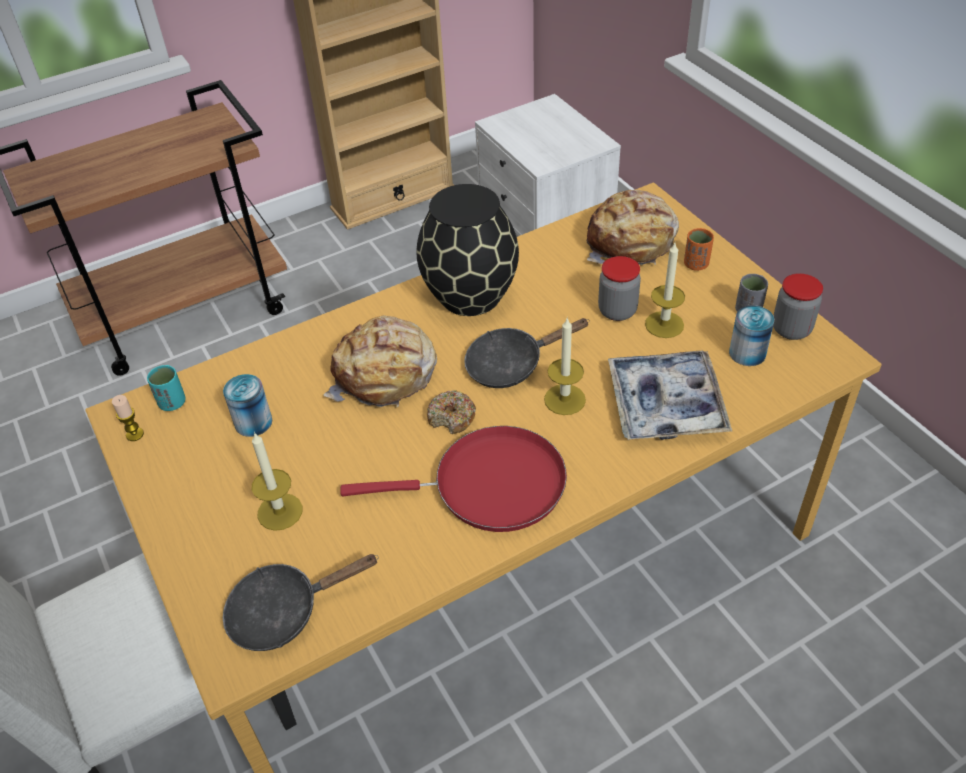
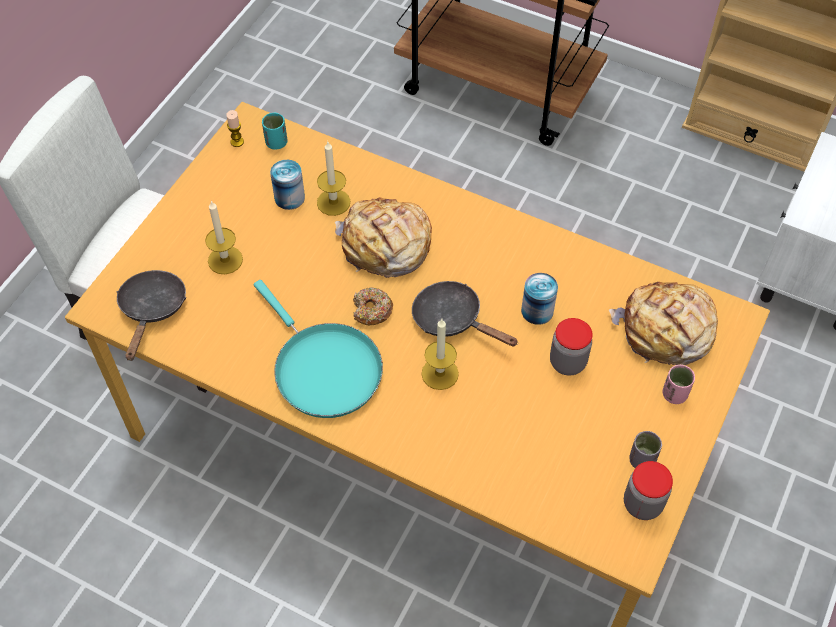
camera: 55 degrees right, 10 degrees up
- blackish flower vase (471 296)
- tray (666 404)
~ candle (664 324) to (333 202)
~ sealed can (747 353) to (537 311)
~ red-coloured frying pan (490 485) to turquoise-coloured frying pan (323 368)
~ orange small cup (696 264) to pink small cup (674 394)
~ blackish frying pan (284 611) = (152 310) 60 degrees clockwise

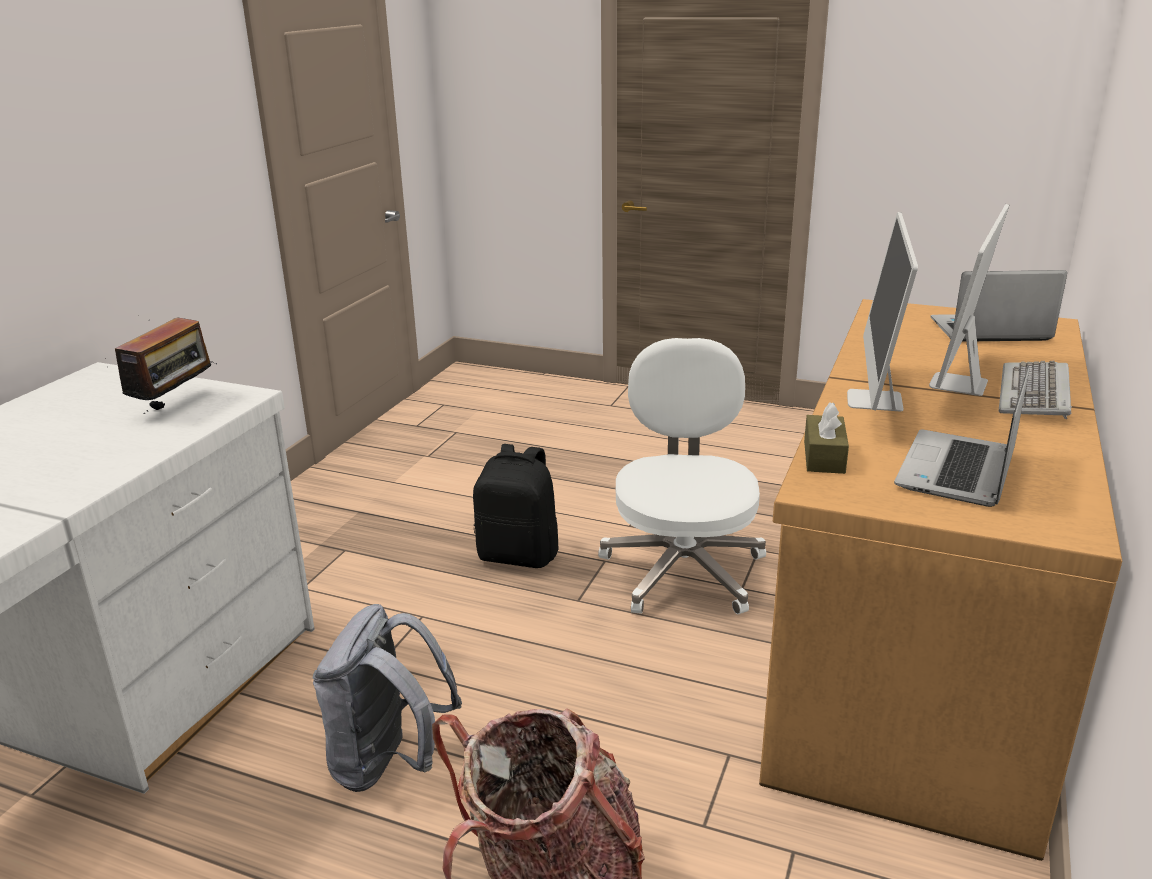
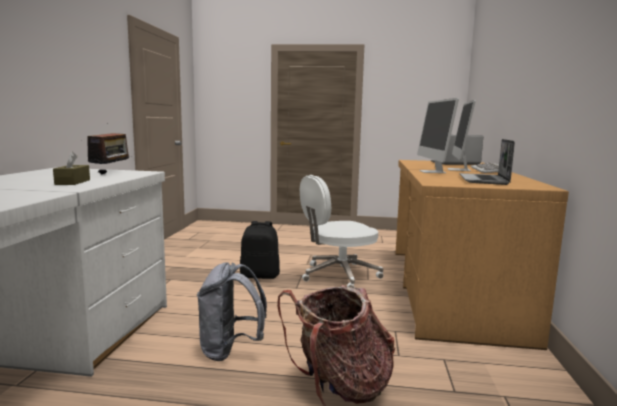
camera: 15 degrees left, 15 degrees down
~ brownish tissue holder (824 457) to (72 182)
~ white-coloured desk chair (683 569) = (338 275) 105 degrees counterclockwise

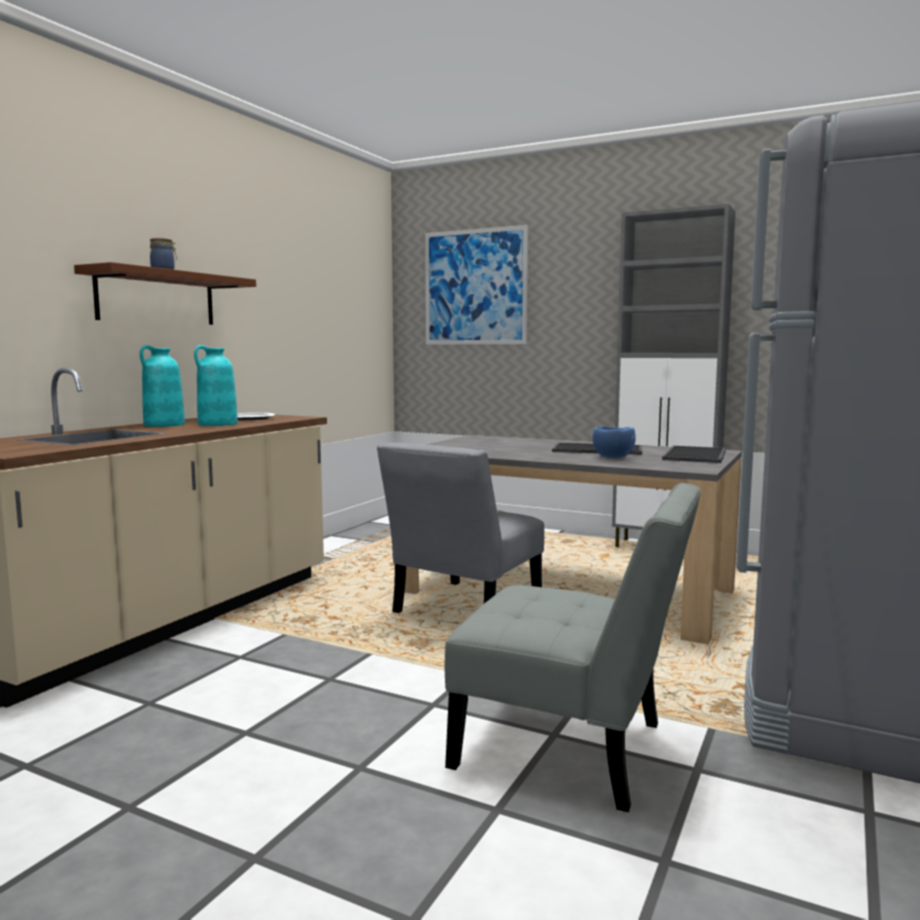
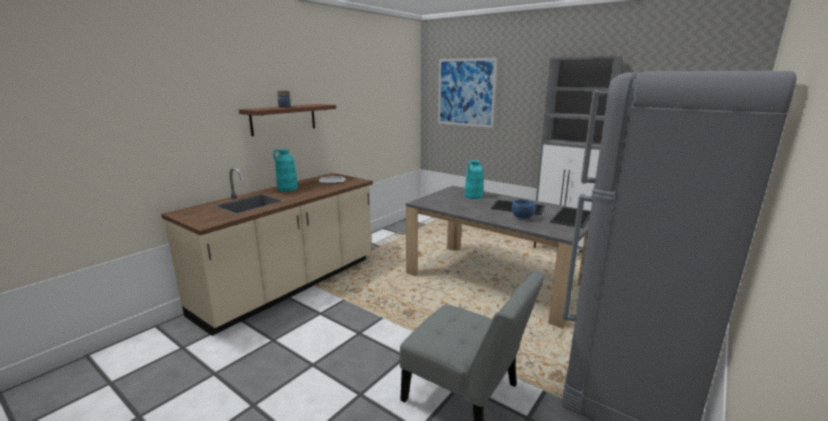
camera: 10 degrees right, 10 degrees up
- greyish upright chair (463 609)
~ turquoise-coloured flower vase (217 424) to (473 196)

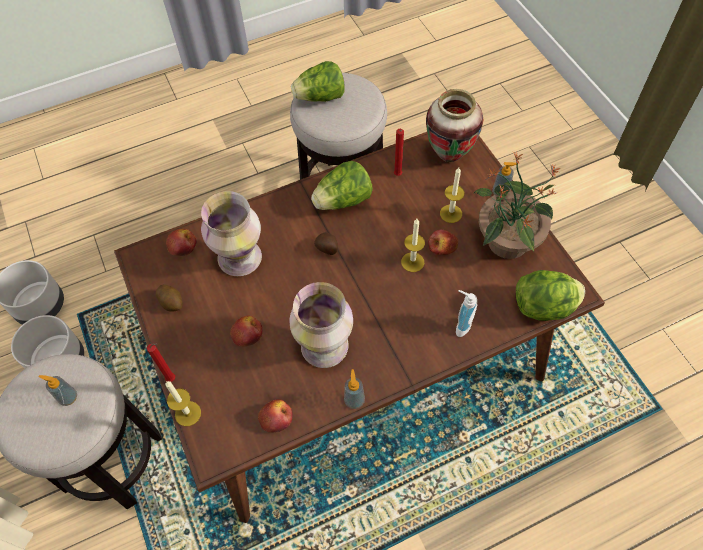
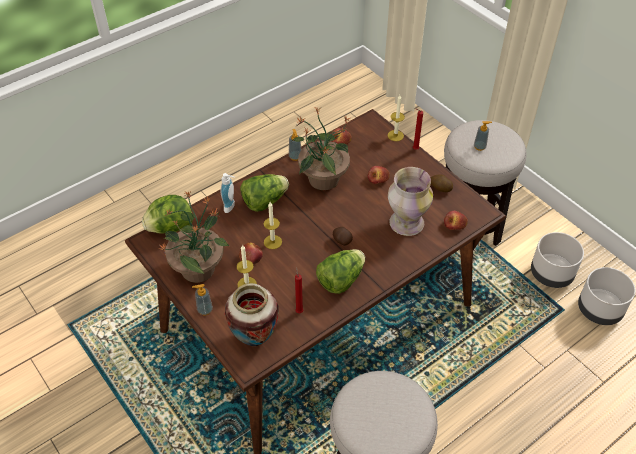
camera: 165 degrees right, 10 degrees down
~ lettuce (320 97) to (264 201)
~ flower vase (324 347) to potted plant (322 180)

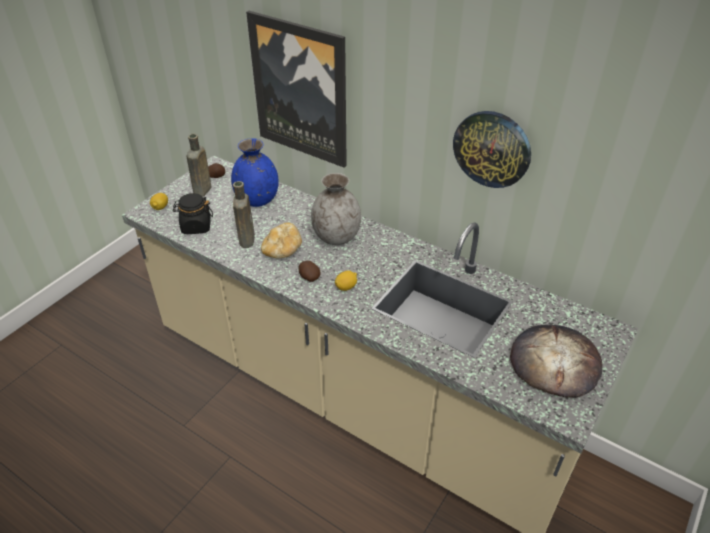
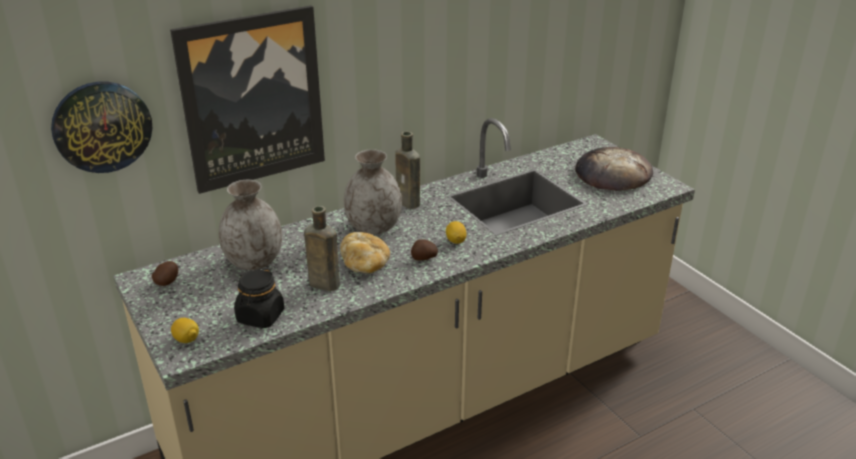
camera: 65 degrees left, 10 degrees down
~ brownish beverage bottle (202 191) to (409 203)
~ clock on the wall (492 149) to (102 126)
~ bluish flower vase (257 200) to greyish flower vase (253 262)

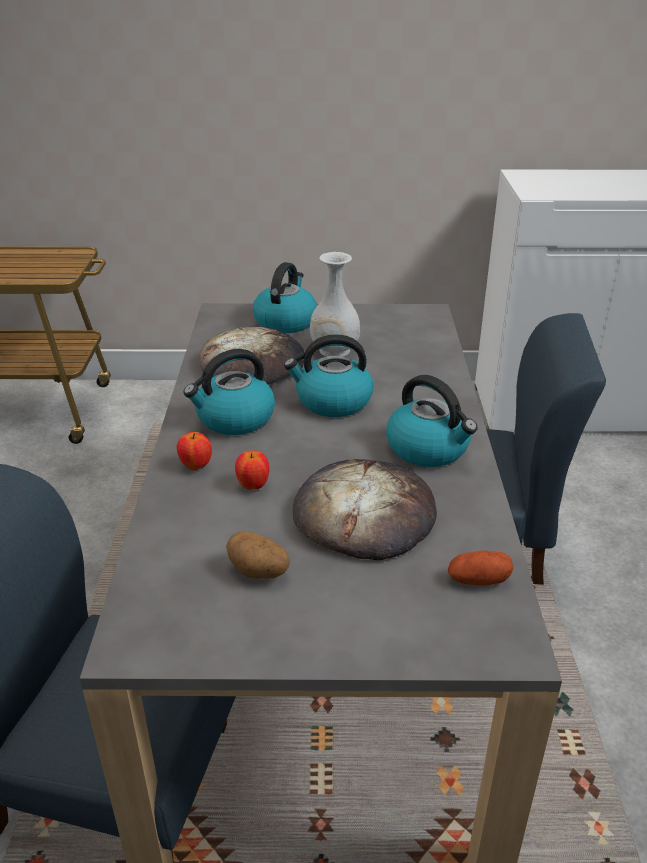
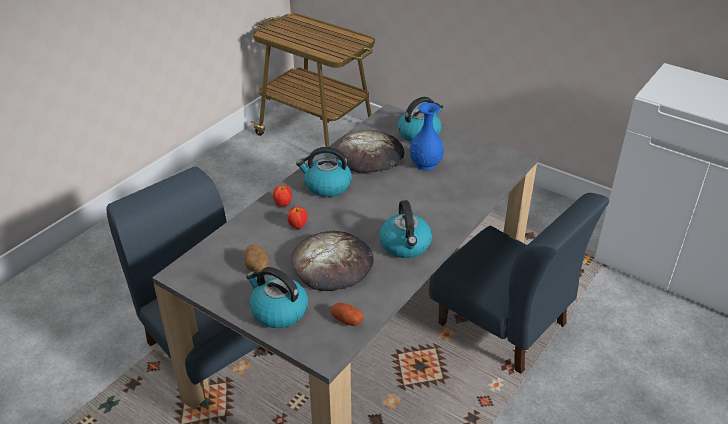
camera: 35 degrees right, 5 degrees up
~ water kettle (332 402) to (278 311)
~ white-coloured flower vase (334 350) to bluish flower vase (425 164)

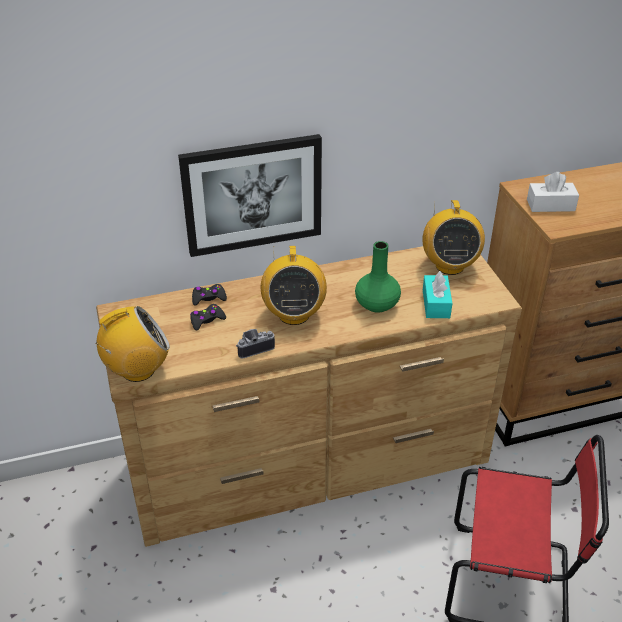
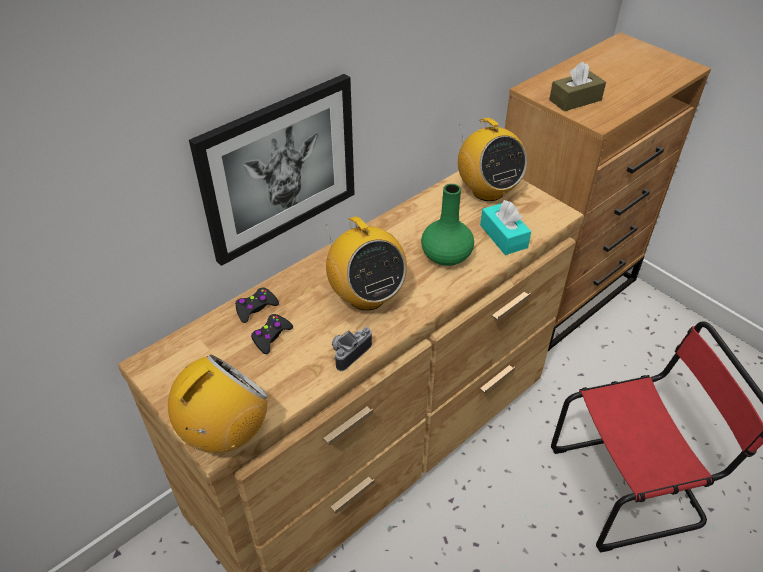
camera: 25 degrees left, 5 degrees up
~ white-coloured tissue holder (550 205) to brownish tissue holder (575 100)

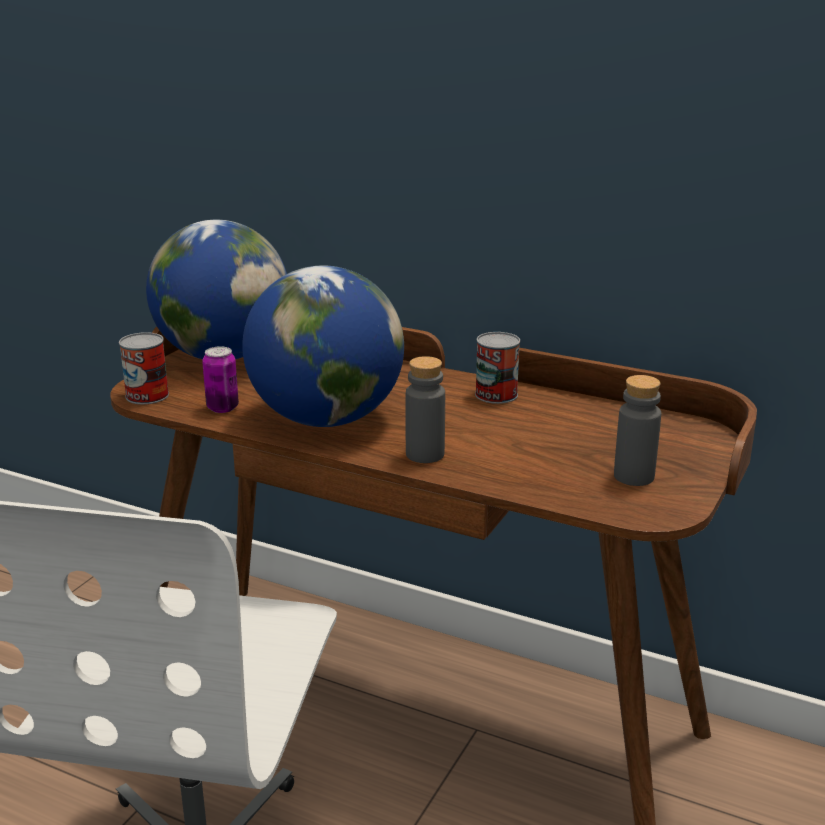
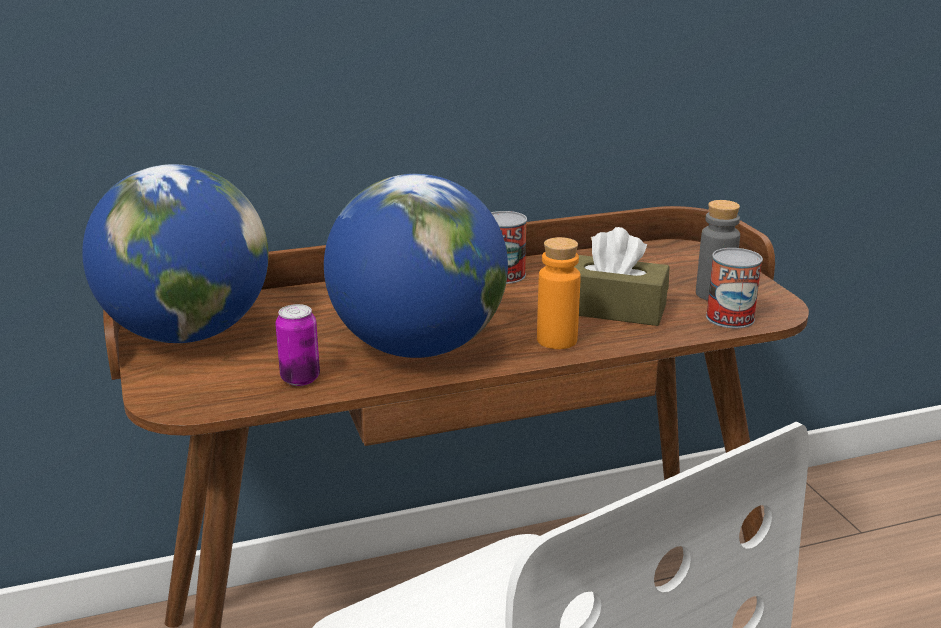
camera: 45 degrees left, 0 degrees up
+ brownish tissue holder (612 309)
~ sealed can (147 395) to (730 318)
~ greyish beverage bottle (425 454) to orange beverage bottle (557 340)

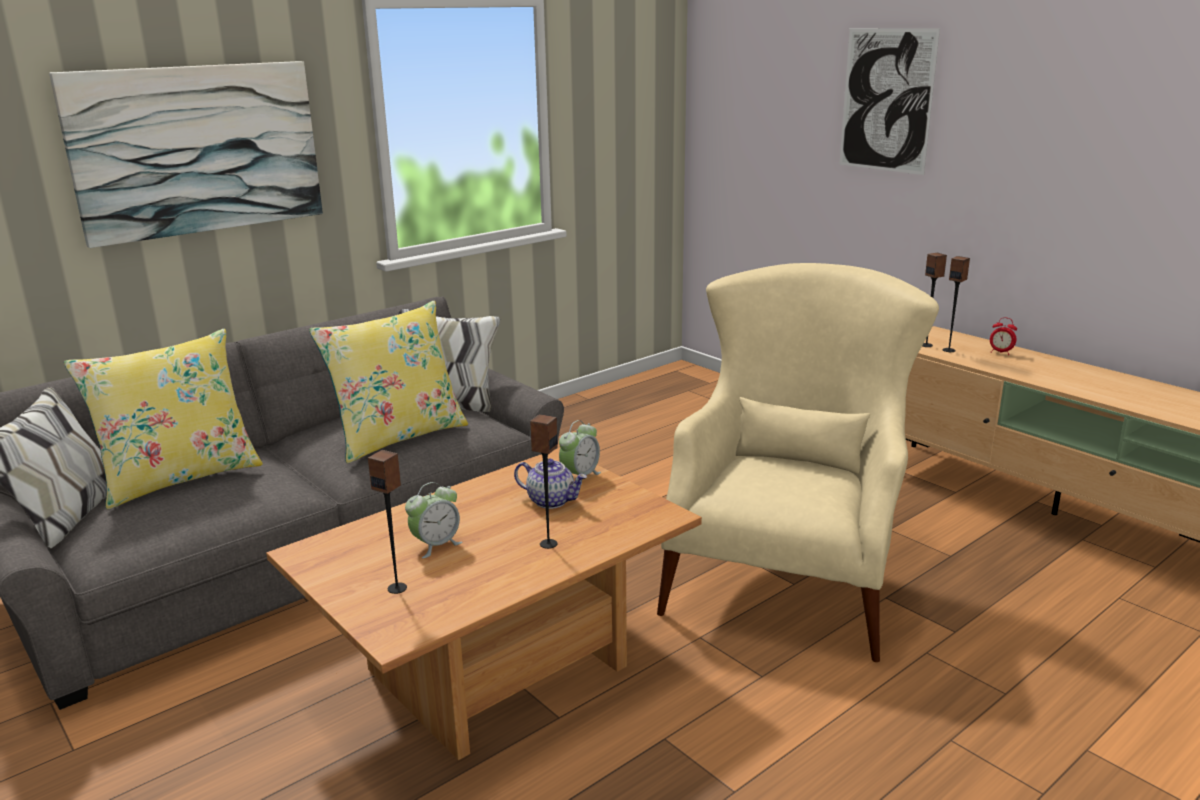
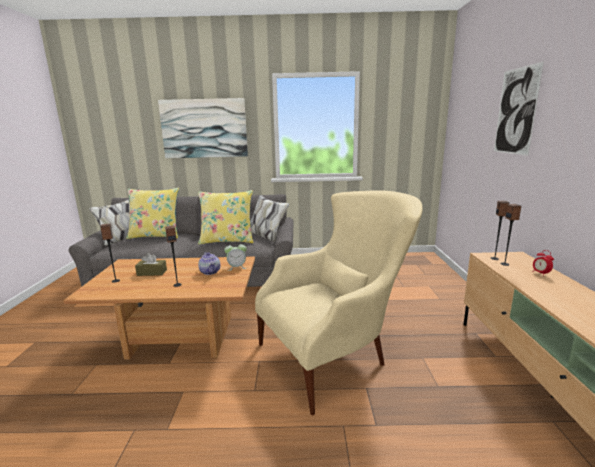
camera: 40 degrees right, 5 degrees down
~ table clock (436 545) to brownish tissue holder (152 273)

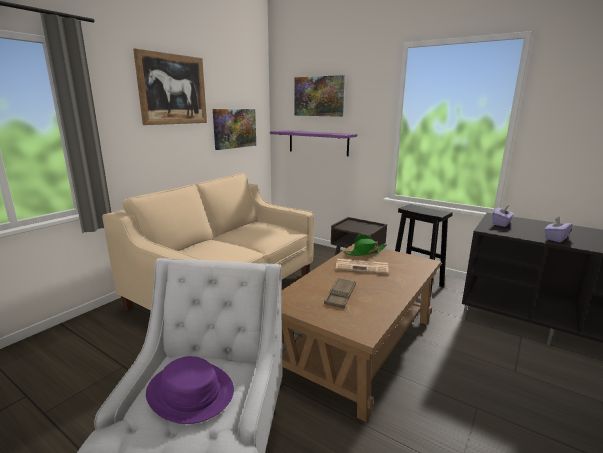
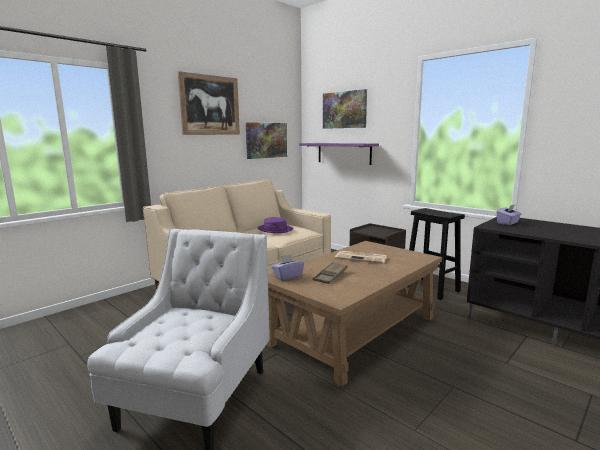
camera: 10 degrees right, 5 degrees down
- green clothing hat (365 252)
~ purple clothing hat (190 391) to (275 229)
~ purple tissue holder (555 238) to (288 276)

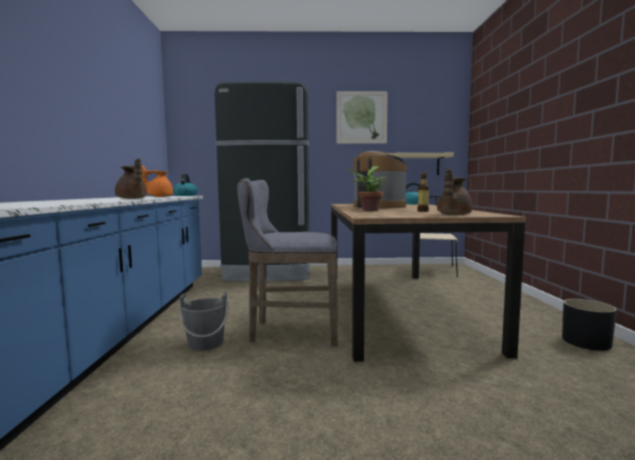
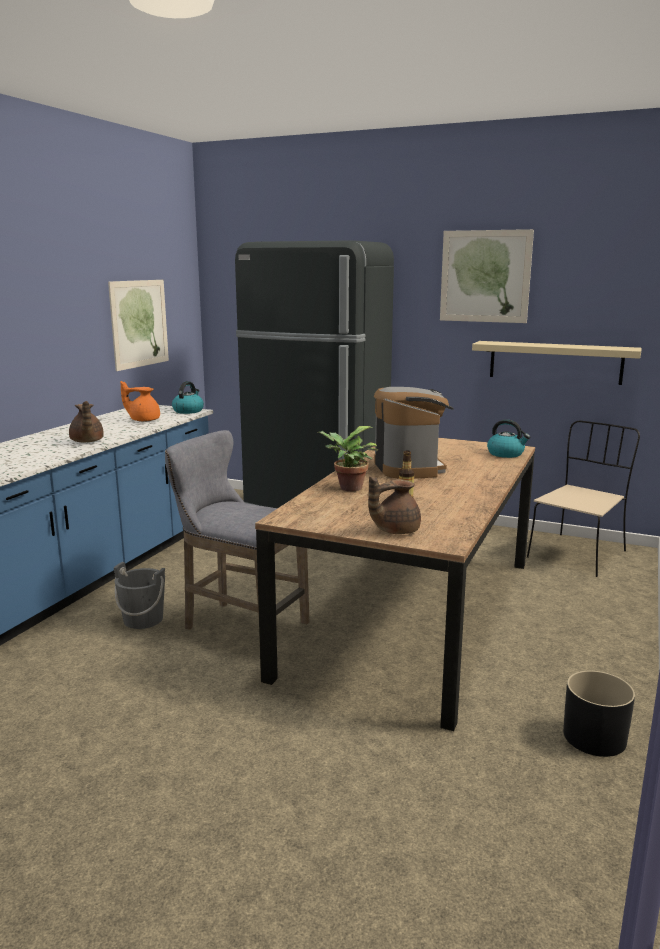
camera: 25 degrees right, 10 degrees up
+ wall art (139 323)

